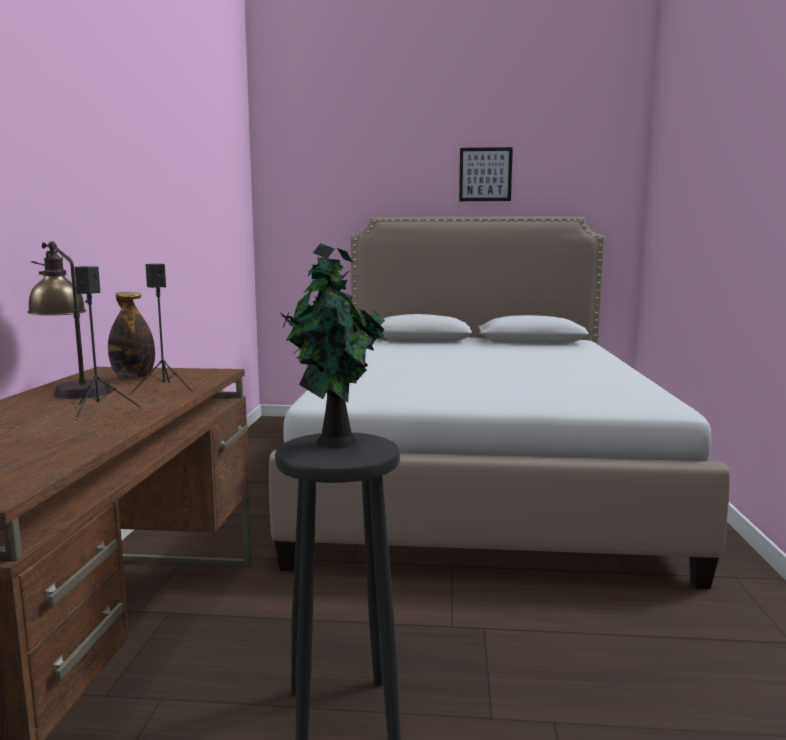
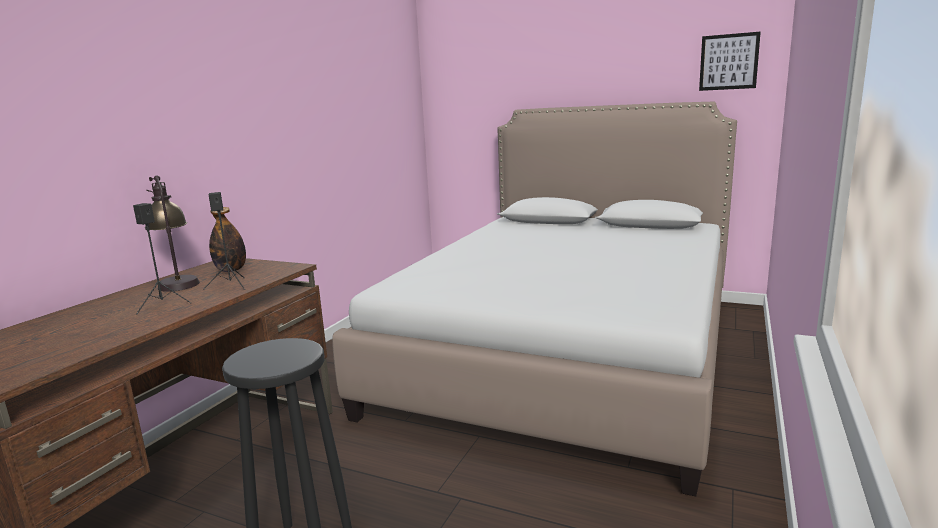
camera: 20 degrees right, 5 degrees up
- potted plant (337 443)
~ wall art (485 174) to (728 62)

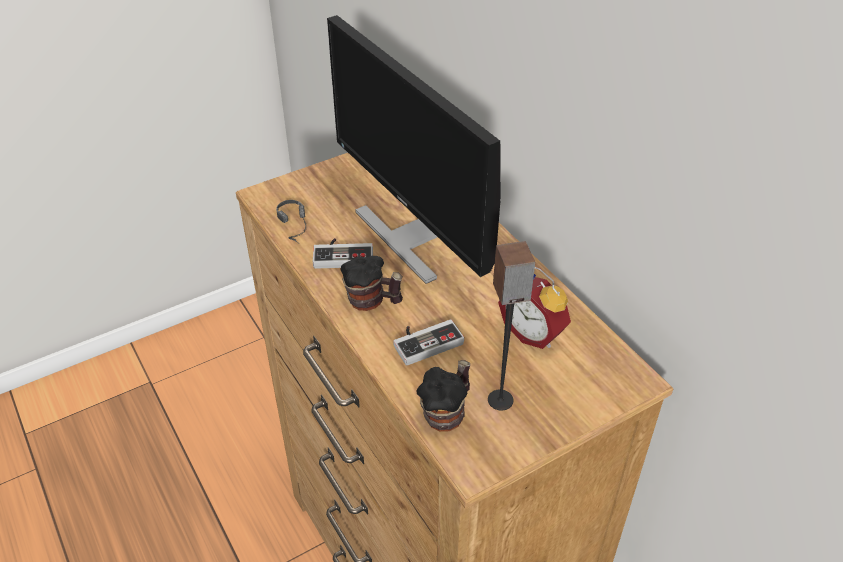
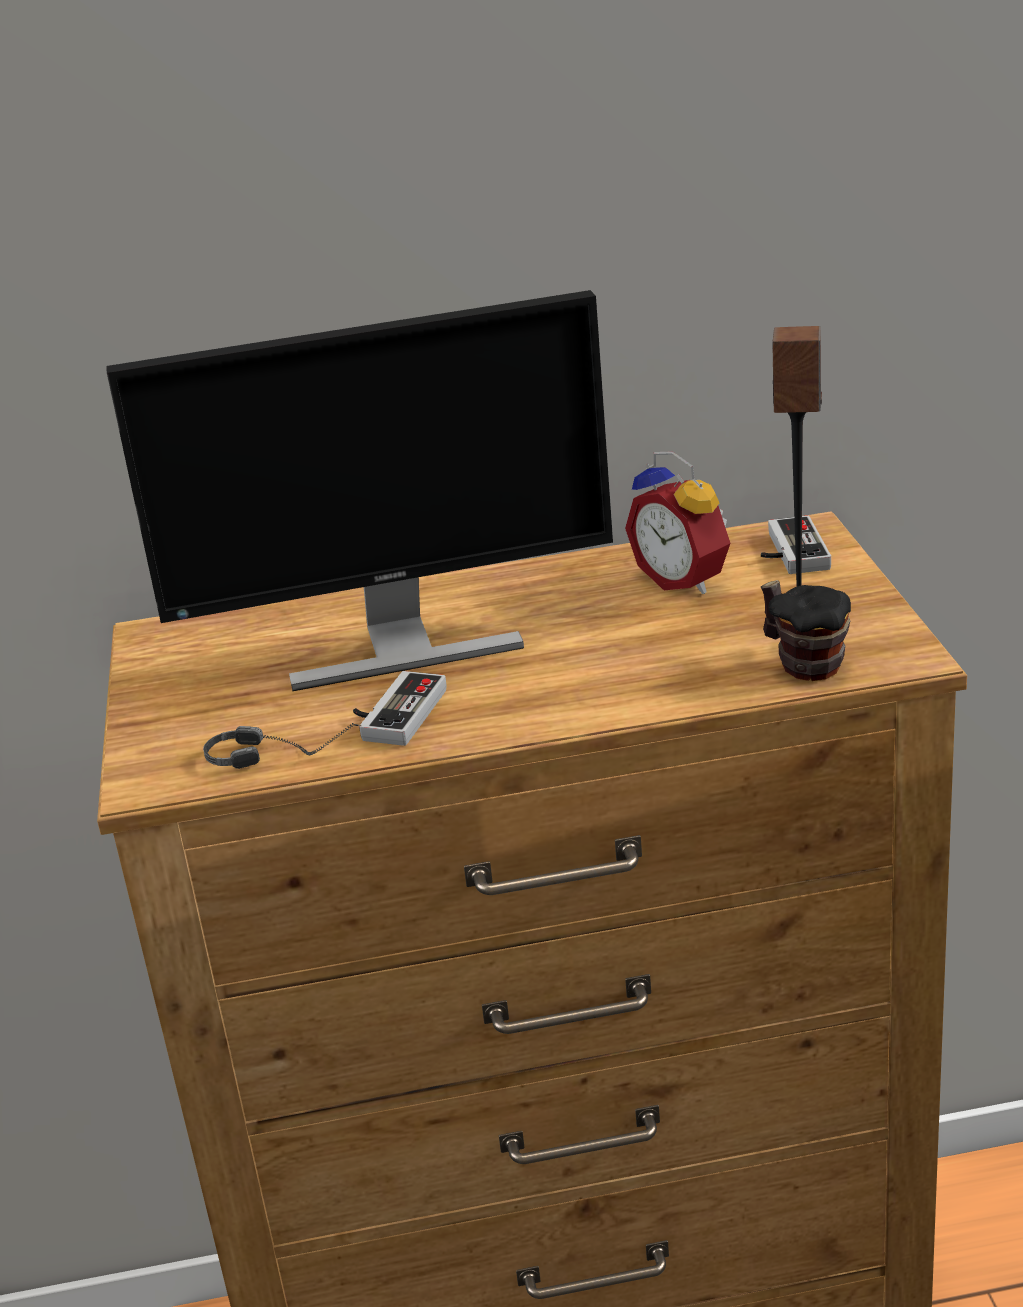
camera: 65 degrees left, 15 degrees down
- tea mug (372 302)
~ joypad (425 341) to (788 552)
~ table clock (534 332) = (685 580) 75 degrees clockwise

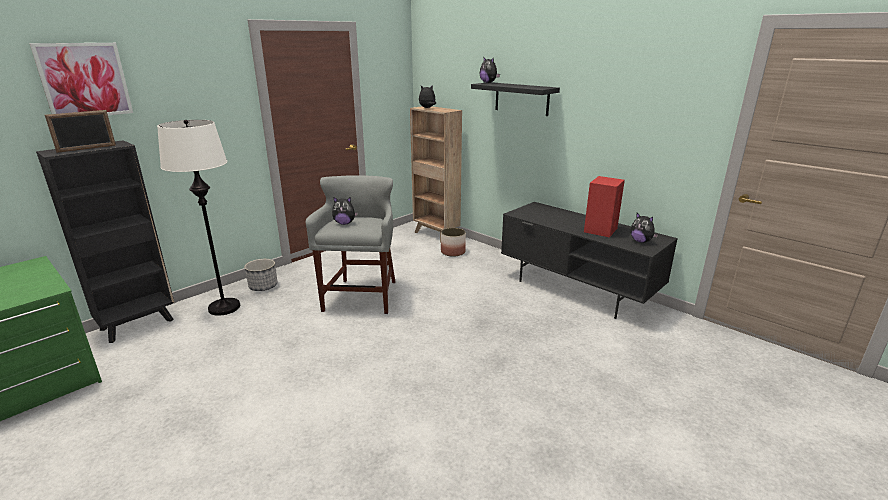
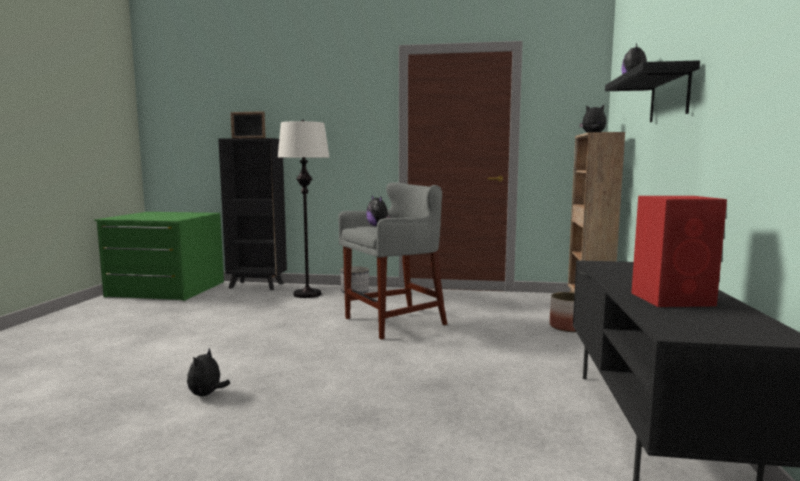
camera: 55 degrees right, 15 degrees down
- wall art (84 80)
~ cuddly toy (641 241) to (207 394)

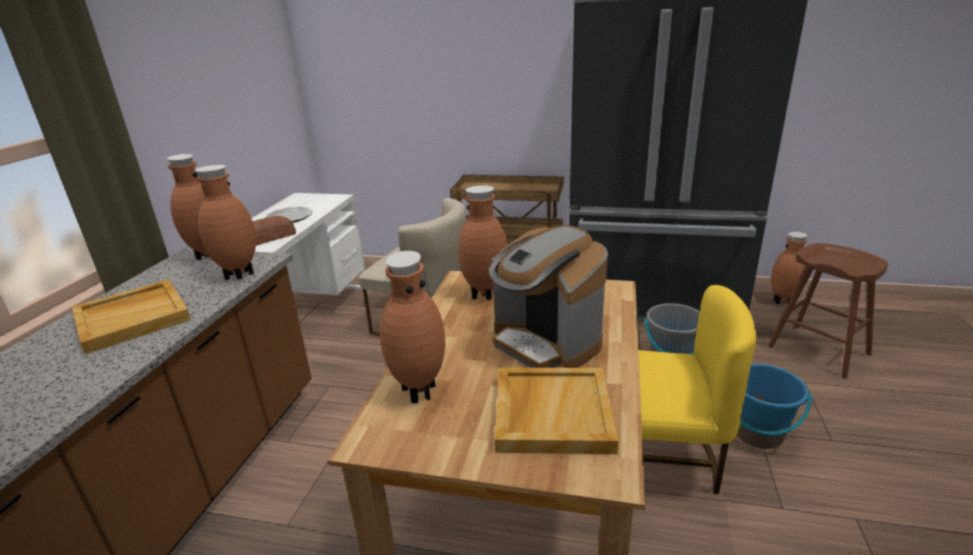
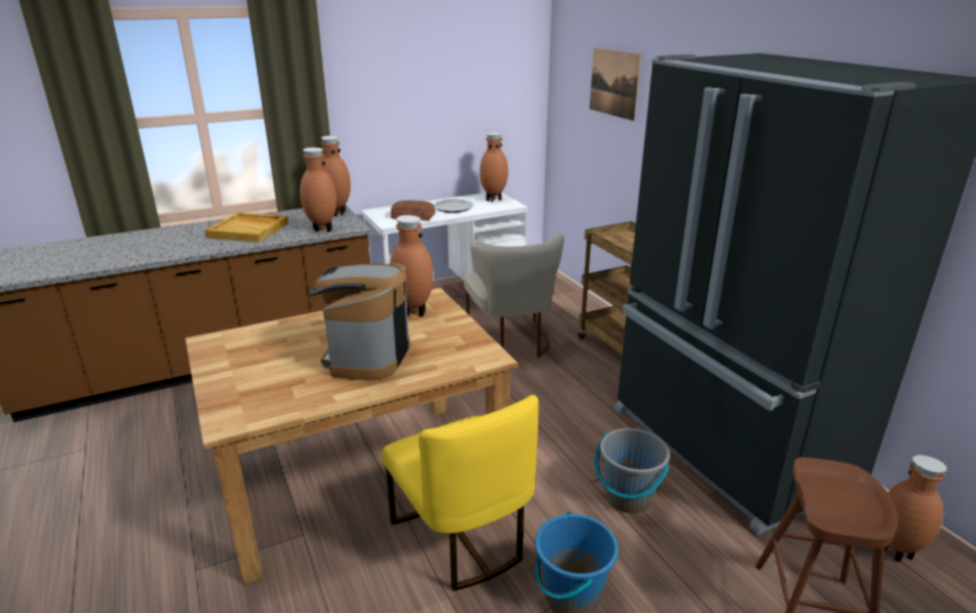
camera: 50 degrees right, 0 degrees up
- sand-coloured tray (551 412)
+ wall art (614 83)
~ brownish flower vase (418 391) to (493 199)

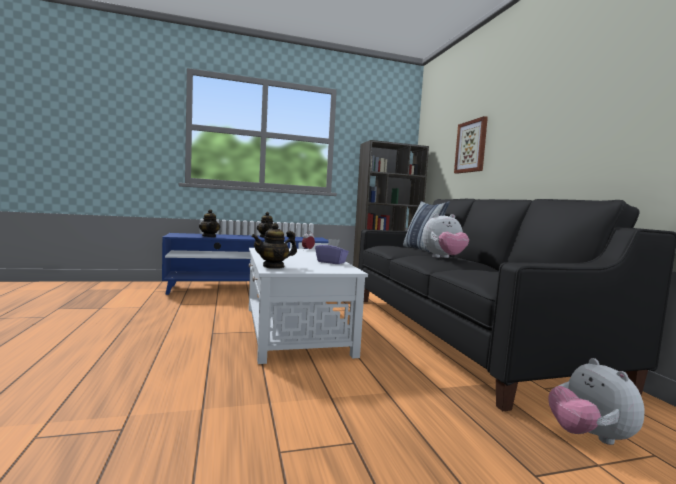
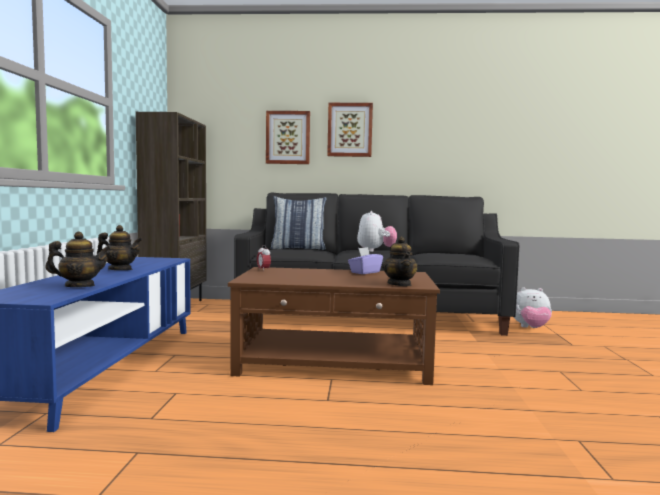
camera: 70 degrees left, 0 degrees up
+ wall art (350 130)
~ white-coloured coffee table (295 330) to brownish coffee table (335 362)

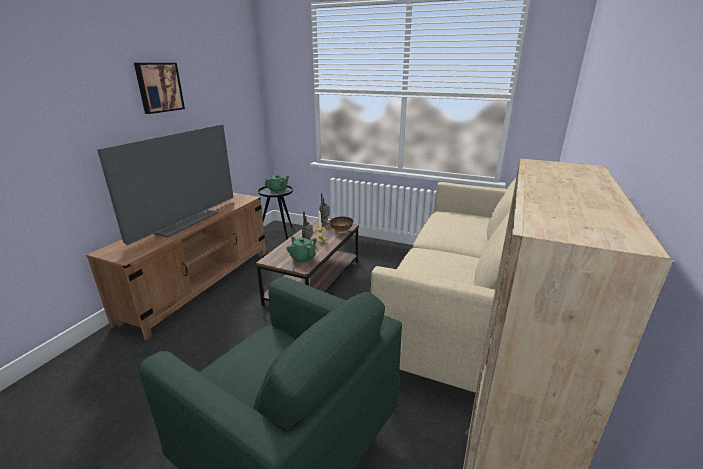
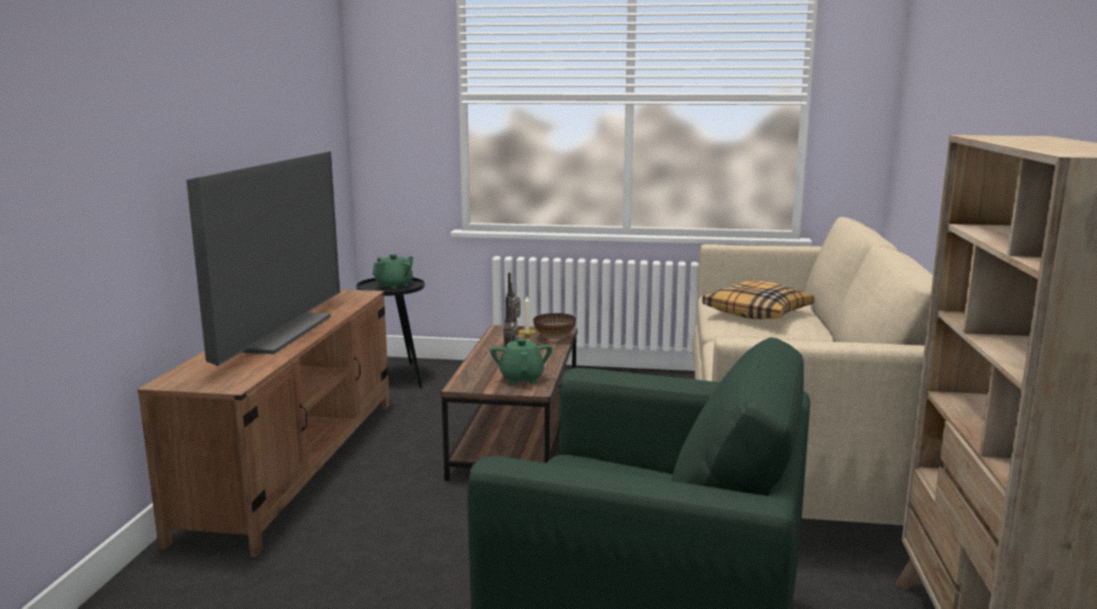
camera: 15 degrees left, 10 degrees down
- wall art (159 87)
+ cushion (757 312)
~ green pot for tea (302 258) = (521 378) 45 degrees clockwise

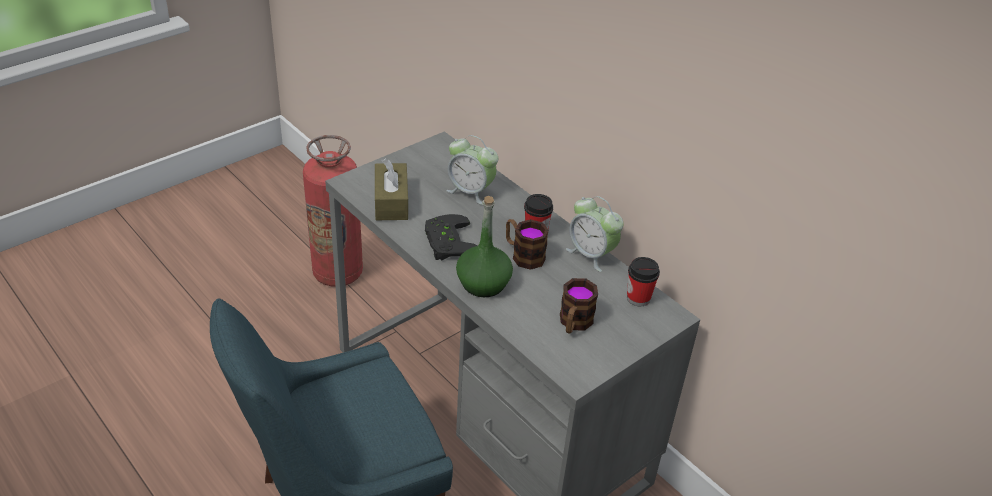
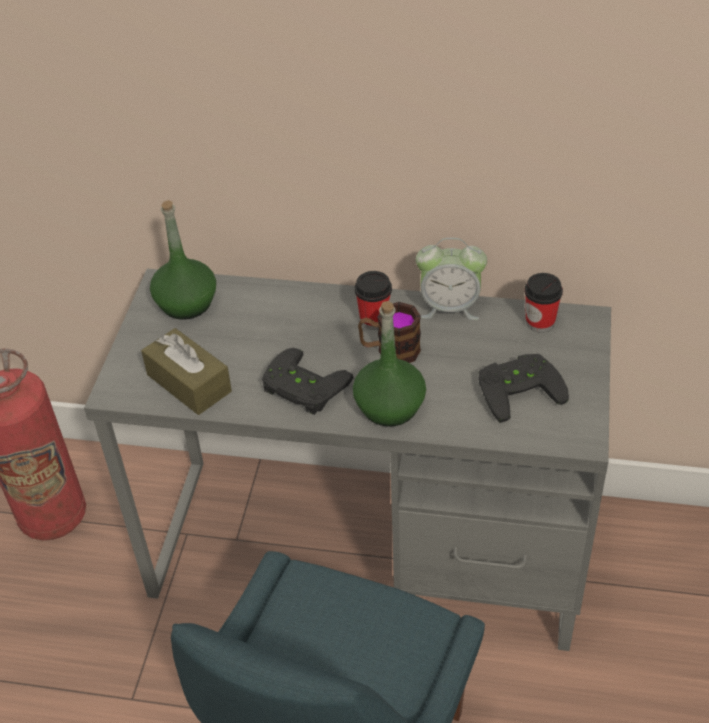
camera: 35 degrees left, 5 degrees up
- table clock (470 192)
+ green beverage bottle (186 303)
~ tea mug (574 323) to blackish joypad (517 388)

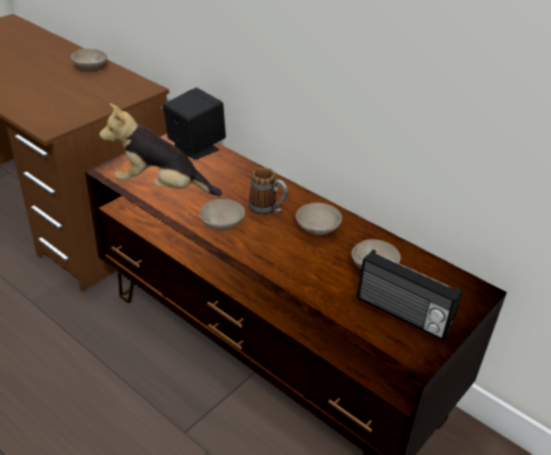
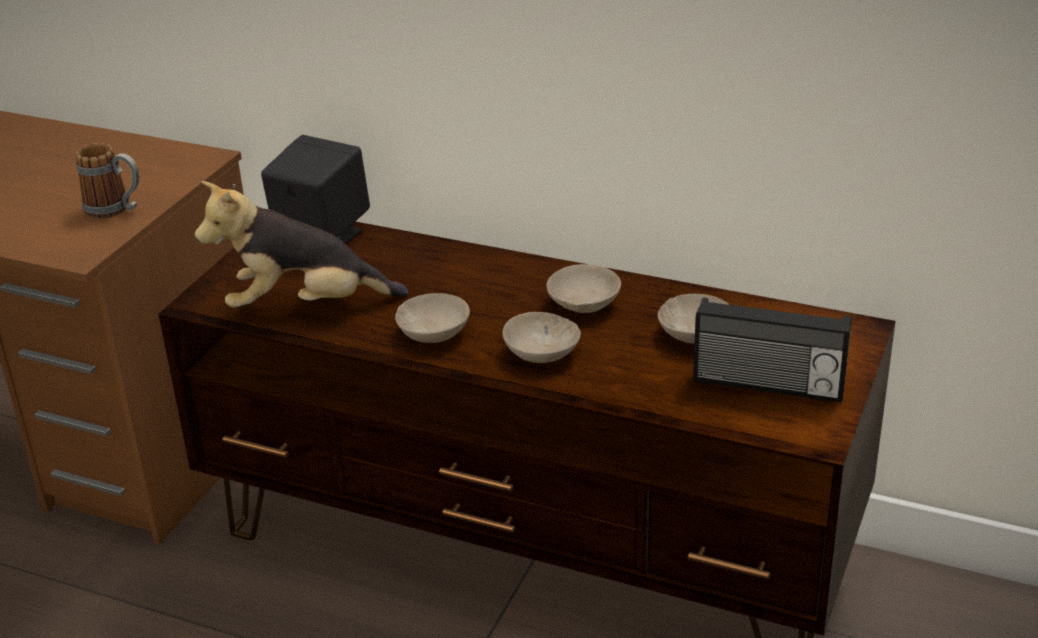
camera: 15 degrees left, 5 degrees down
~ sand-coloured deep dish (89 67) to (539 353)
~ tea mug (267 209) to (116 210)

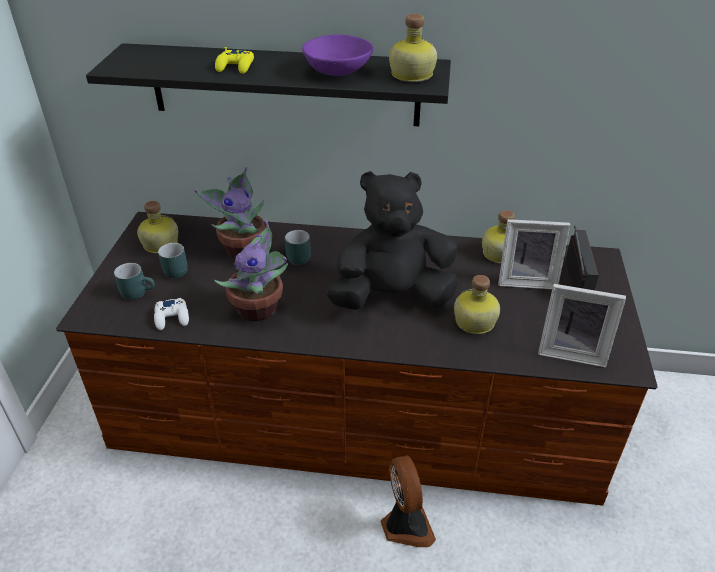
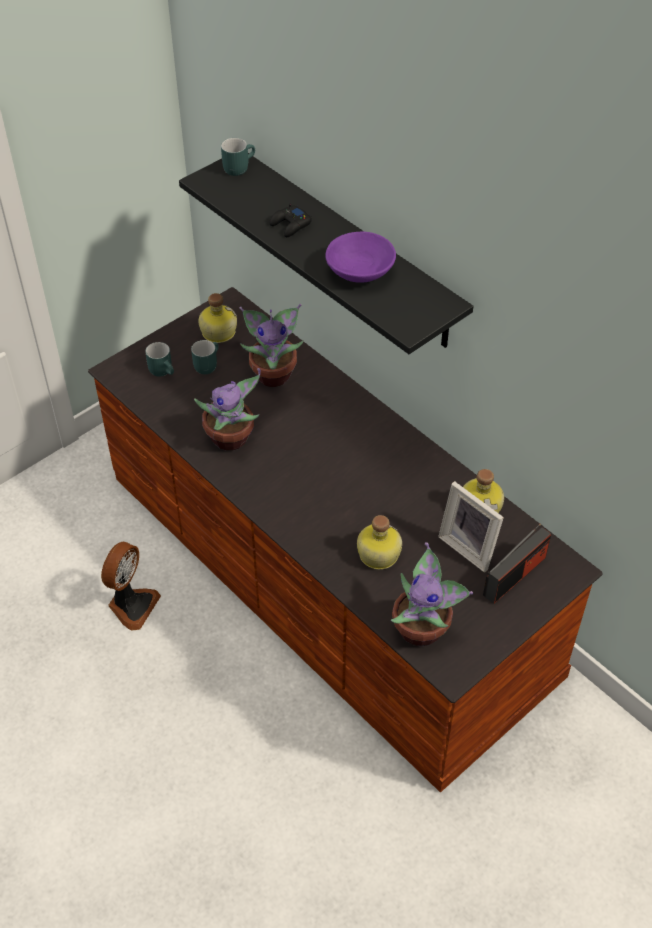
camera: 40 degrees right, 10 degrees up
- white-coloured joypad (172 317)
- blackish cuddly toy (392 297)
- beverage bottle (410 75)
~ turquoise-coloured tea mug (298 256) to (238 167)
~ fan (405 525) to (131 605)
~ standing frame (572 351) to potted plant (423 629)
~ yellow joypad (236 67) to blackish joypad (290 225)

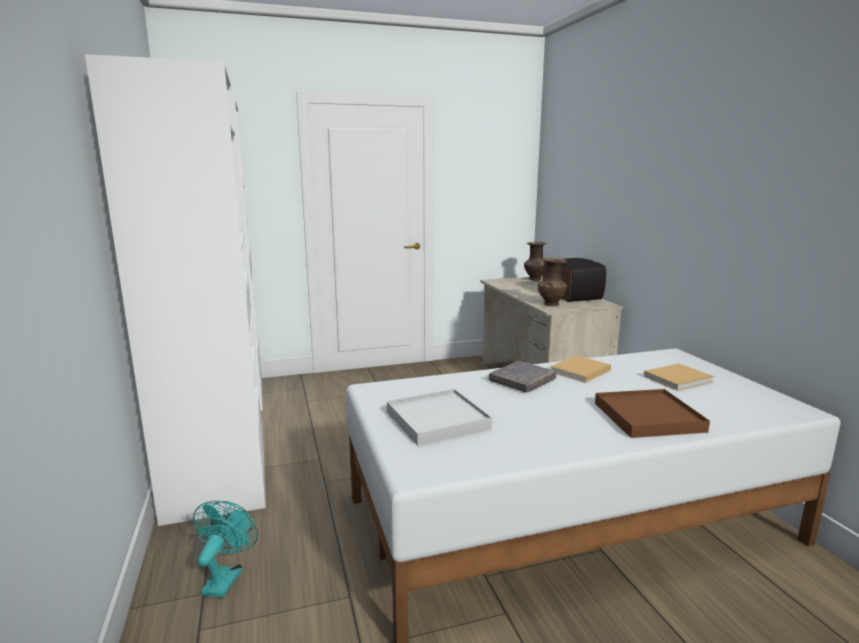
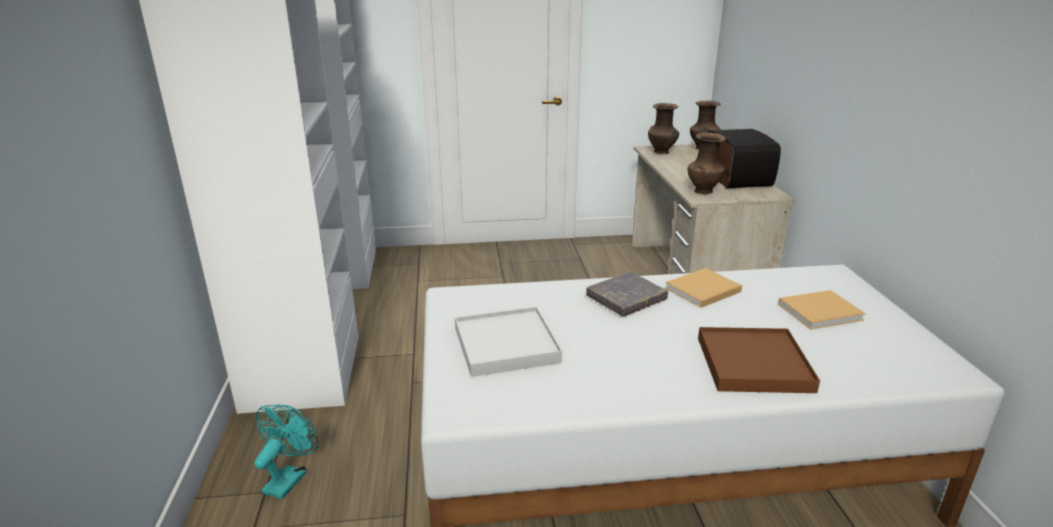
camera: 10 degrees right, 10 degrees up
+ brownish flower vase (662 152)

